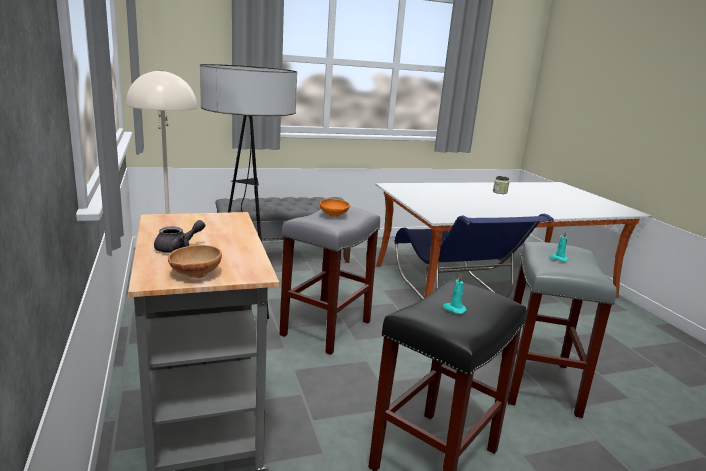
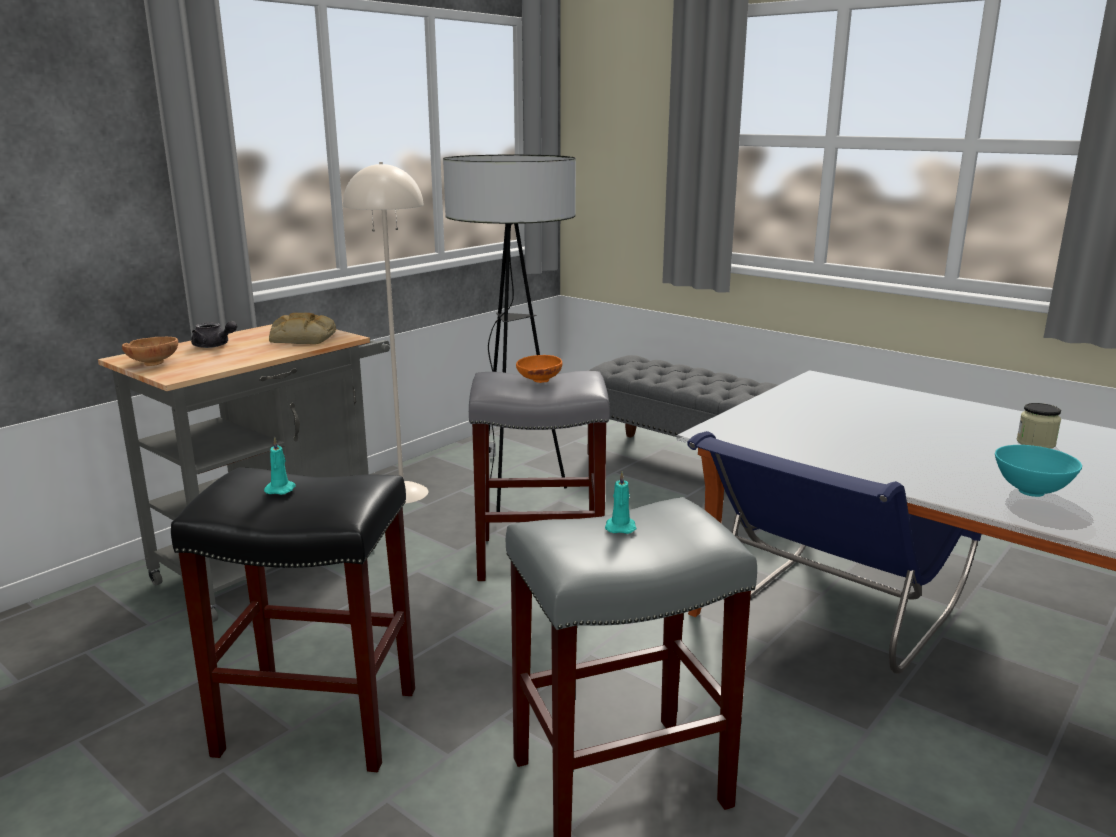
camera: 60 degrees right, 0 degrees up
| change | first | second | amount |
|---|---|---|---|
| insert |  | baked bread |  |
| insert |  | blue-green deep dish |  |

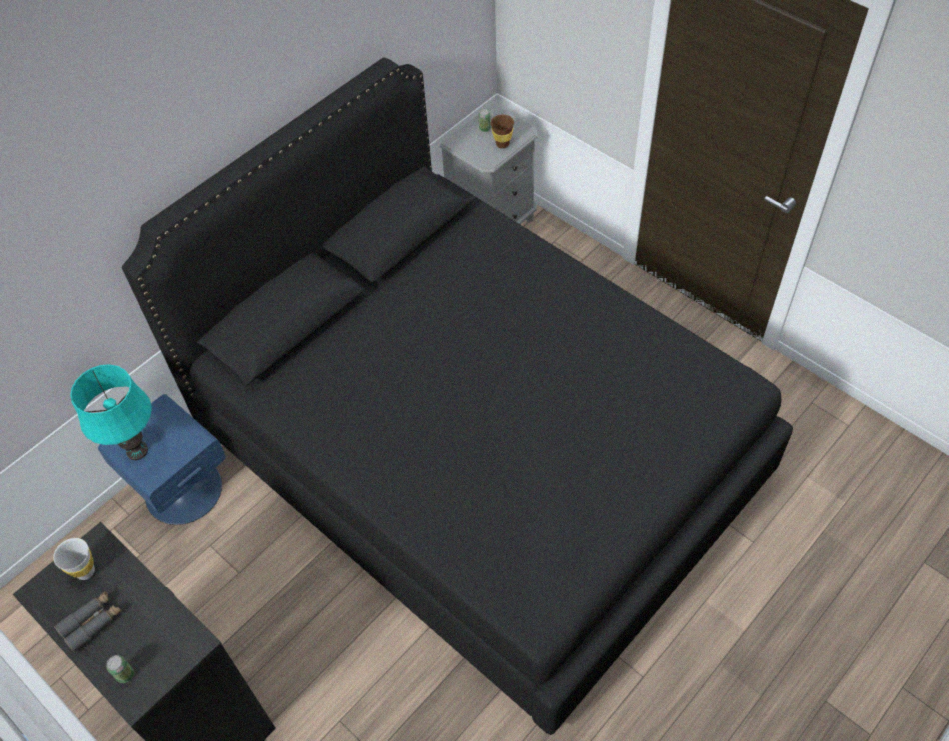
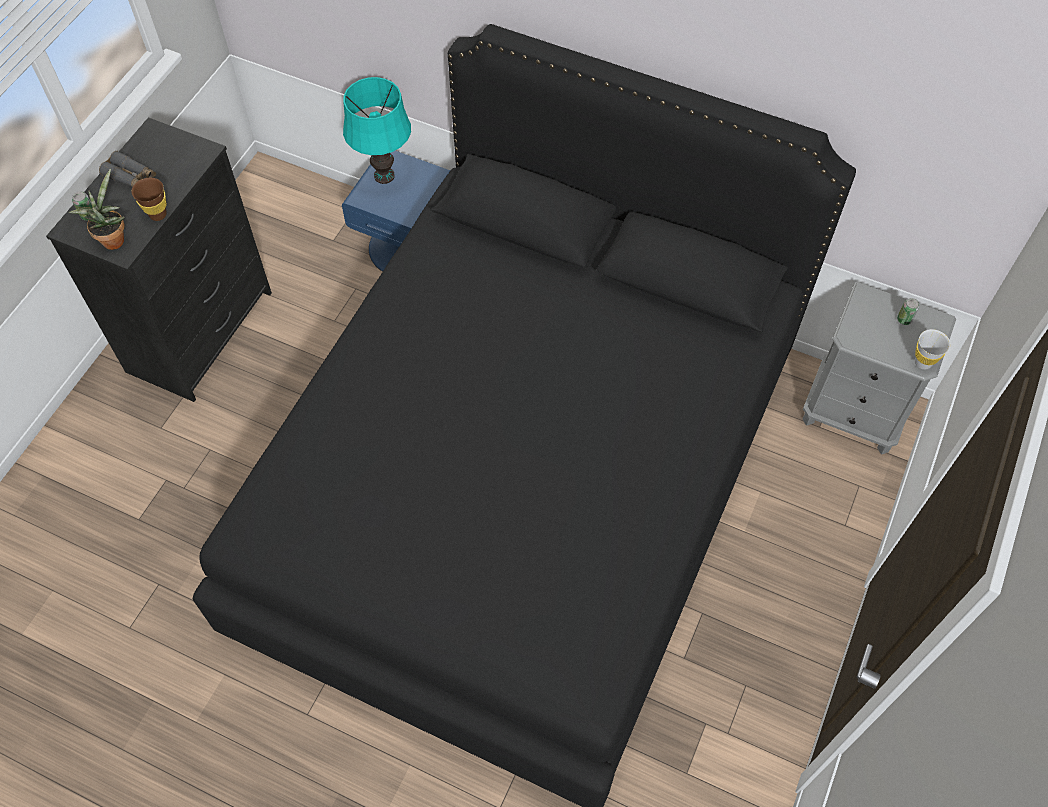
camera: 70 degrees right, 5 degrees up
| change | first | second | amount |
|---|---|---|---|
| insert |  | potted plant |  |
| move | brownish small cup |  |  |
| move | whitish small cup |  |  |

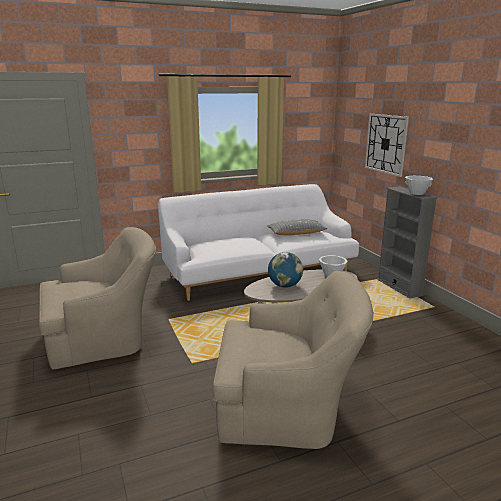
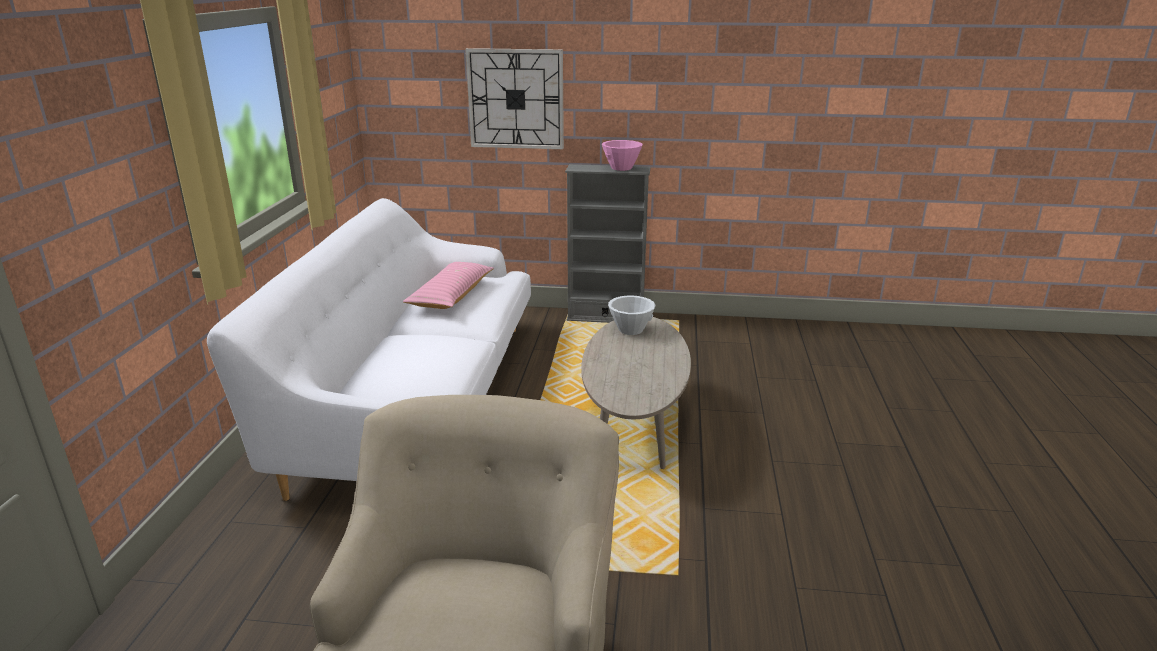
camera: 60 degrees left, 5 degrees up
| change | first | second | amount |
|---|---|---|---|
| recolor | greyish throw pillow | pink-coloured throw pillow |  |
| recolor | whitish deep dish (2nd from left) | pink-coloured deep dish |  |
| delete | beige lounge chair (2nd from left) |  |  |
| delete | desk globe |  |  |

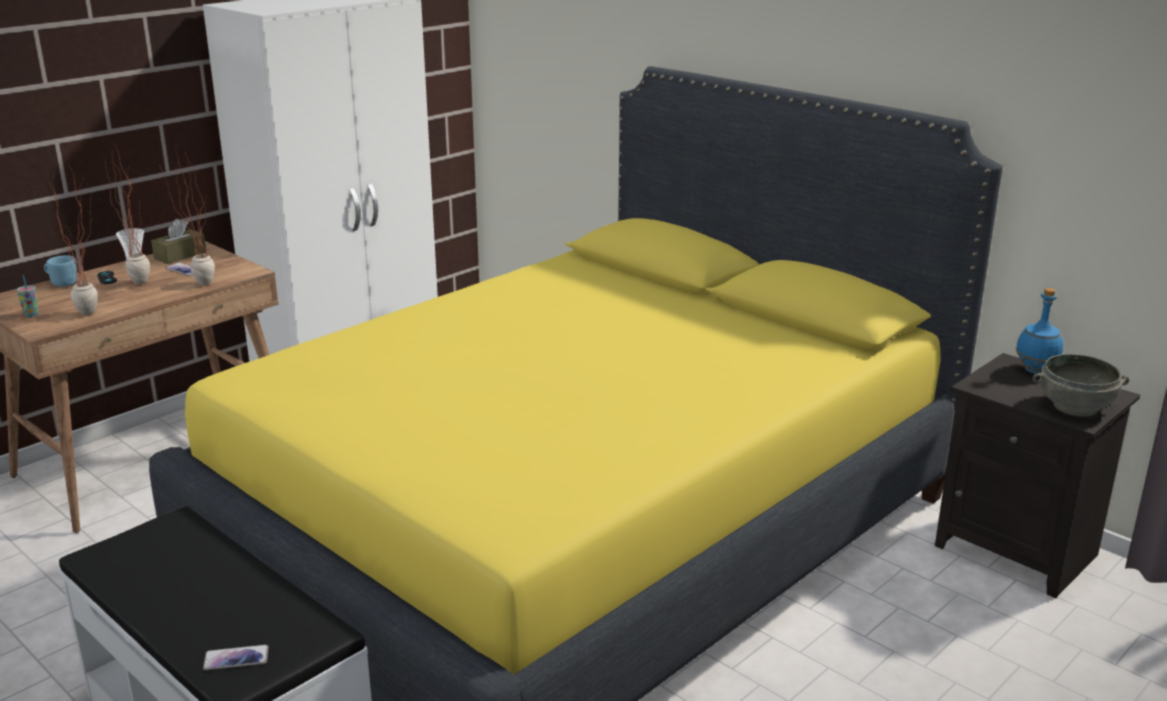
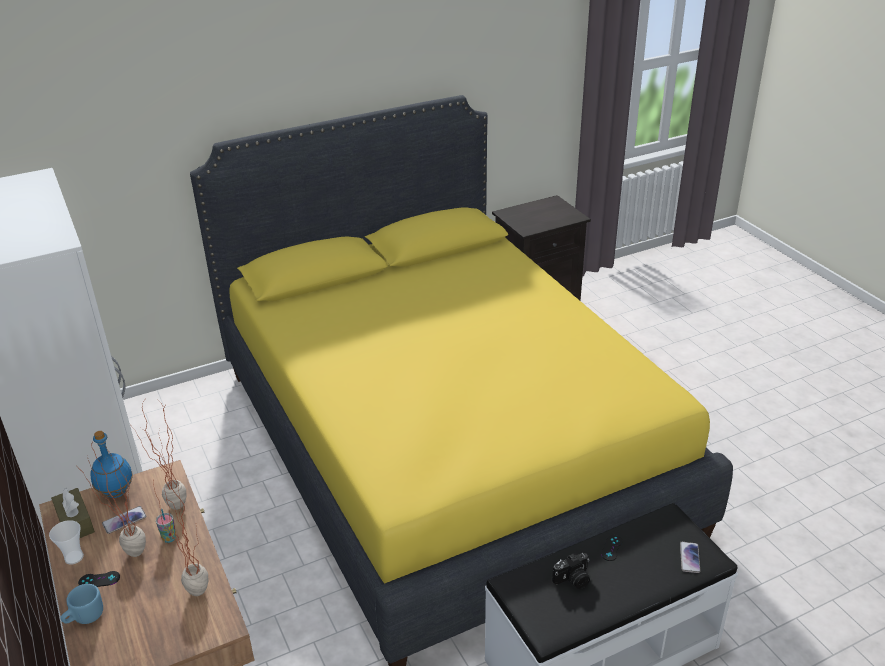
camera: 70 degrees left, 10 degrees up
| change | first | second | amount |
|---|---|---|---|
| move | blue drink bottle |  |  |
| move | small cup (1st from left in the first image) | small cup (2nd from left) |  |
| insert |  | still camera |  |
| insert |  | black-coloured joypad (2nd from left) |  |
| delete | greyish deep dish |  |  |

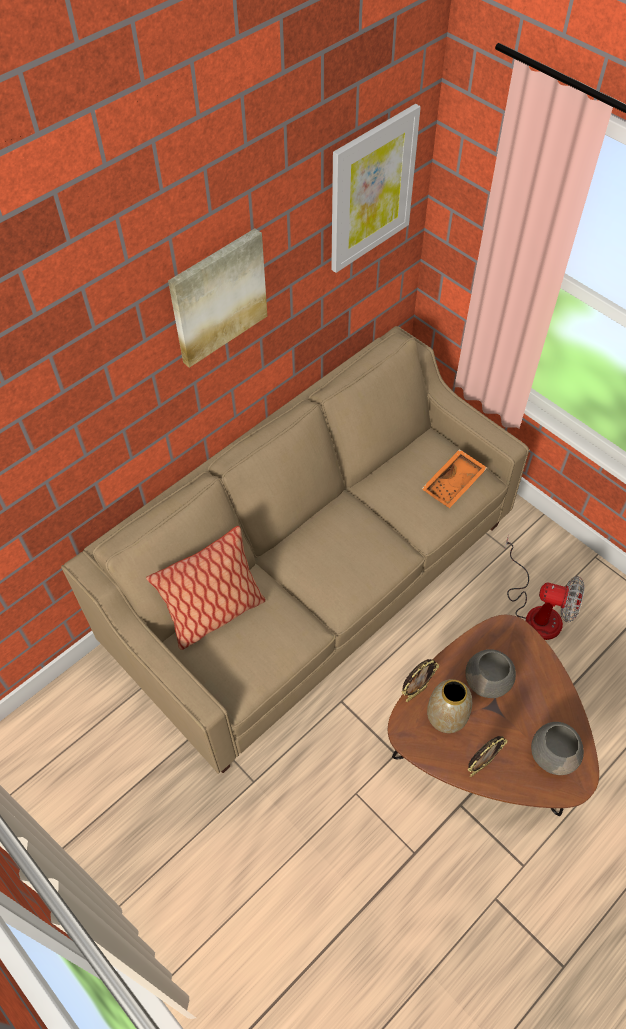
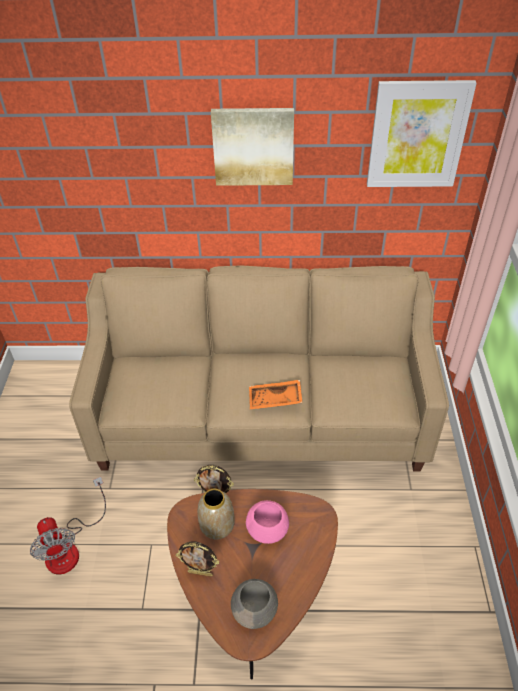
camera: 45 degrees right, 10 degrees down
| change | first | second | amount |
|---|---|---|---|
| move | electric fan |  |  |
| recolor | greyish deep dish (1st from left) | pink-coloured deep dish |  |
| move | orange tray |  |  |
| delete | throw pillow |  |  |

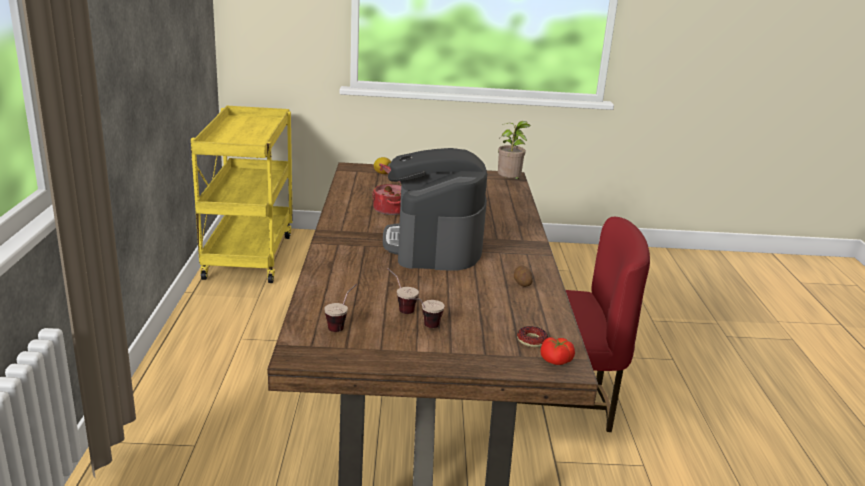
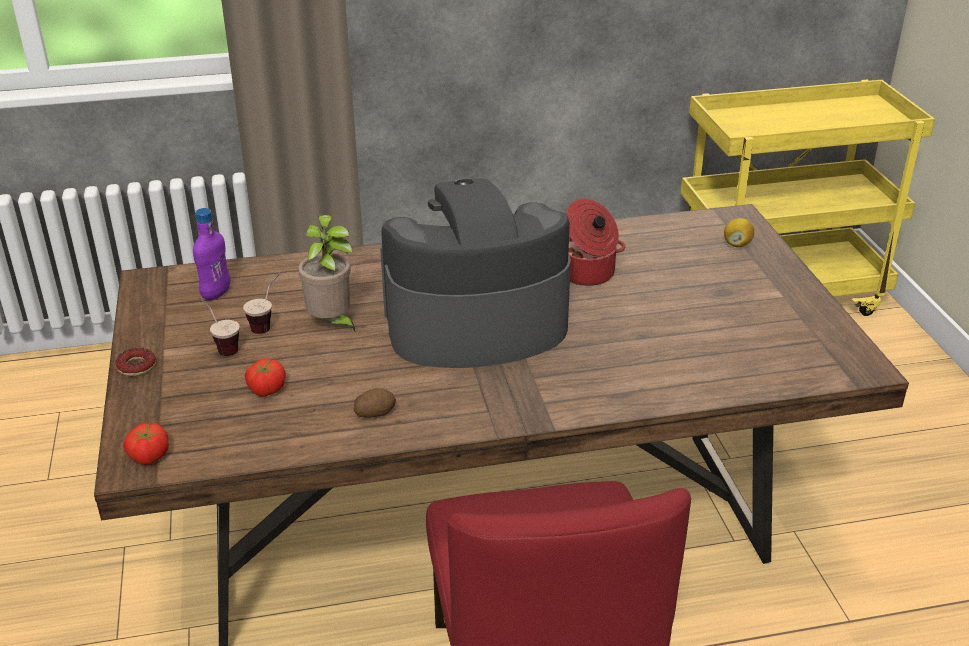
camera: 80 degrees right, 10 degrees up
| change | first | second | amount |
|---|---|---|---|
| move | doughnut |  |  |
| replace | small cup (1st from left) | purple-coloured drink bottle |  |
| insert |  | fresh tomato (2nd from left) |  |
| move | potted plant |  |  |

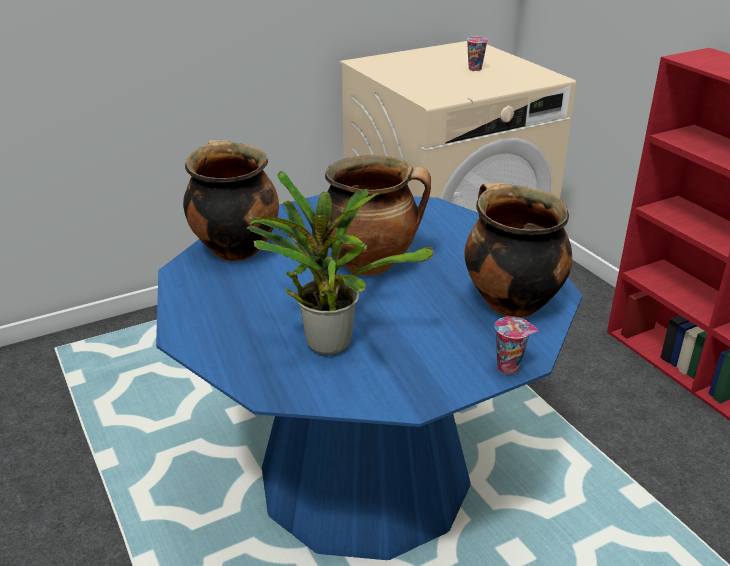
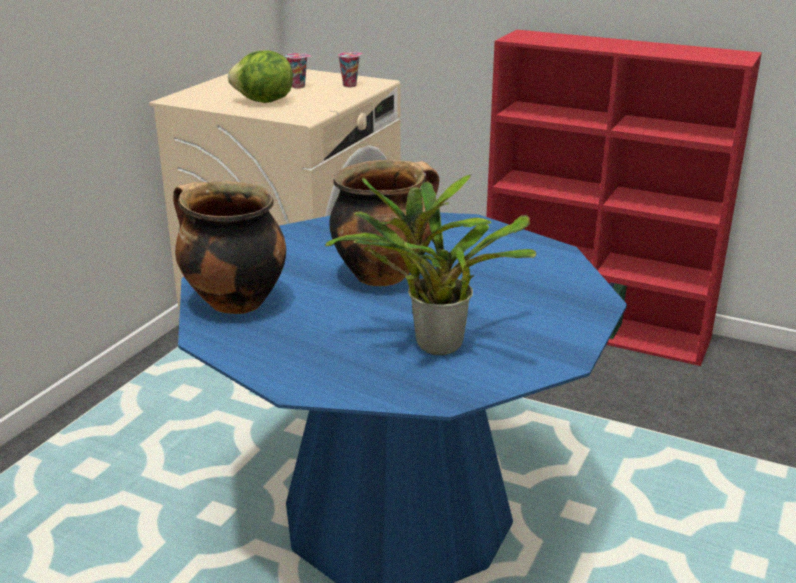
camera: 35 degrees left, 5 degrees down
| change | first | second | amount |
|---|---|---|---|
| insert |  | lettuce |  |
| move | small cup (2nd from left) |  |  |
| delete | stockpot (3rd from left) |  |  |

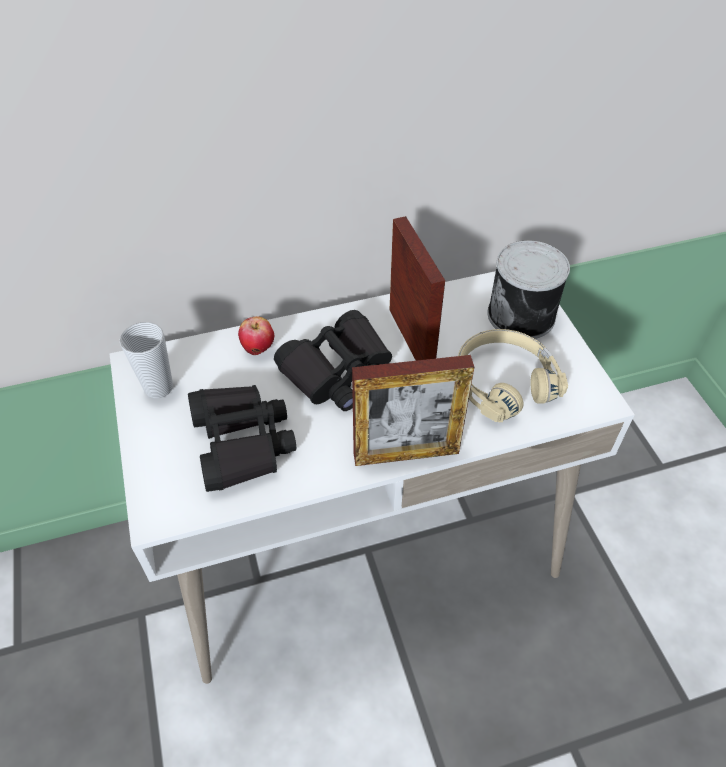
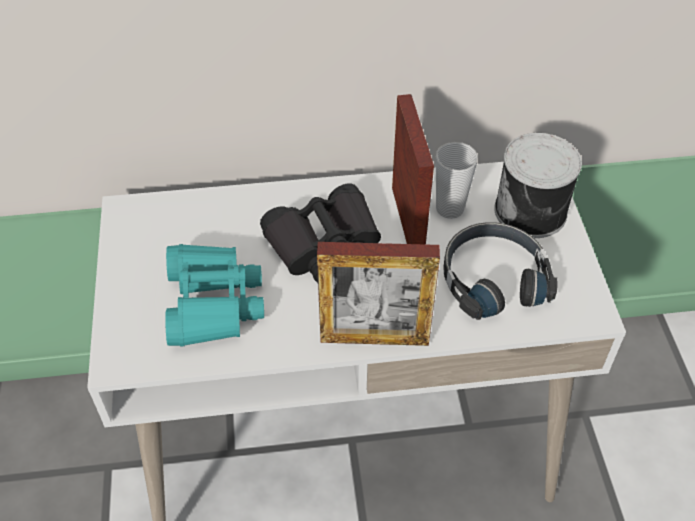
camera: 10 degrees right, 0 degrees up
| change | first | second | amount |
|---|---|---|---|
| recolor | black-coloured field glasses (1st from left) | blue-green field glasses |  |
| move | small cup |  |  |
| recolor | beige headset | black-coloured headset |  |
| delete | apple fruit |  |  |

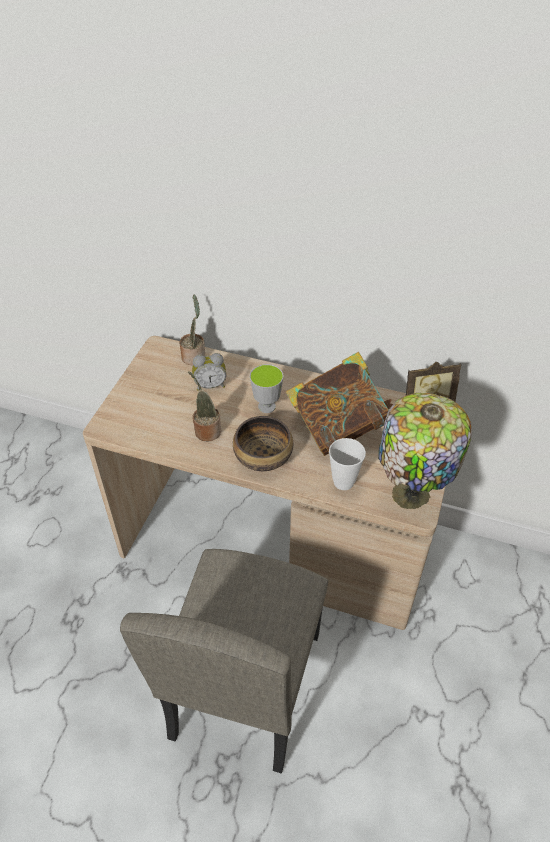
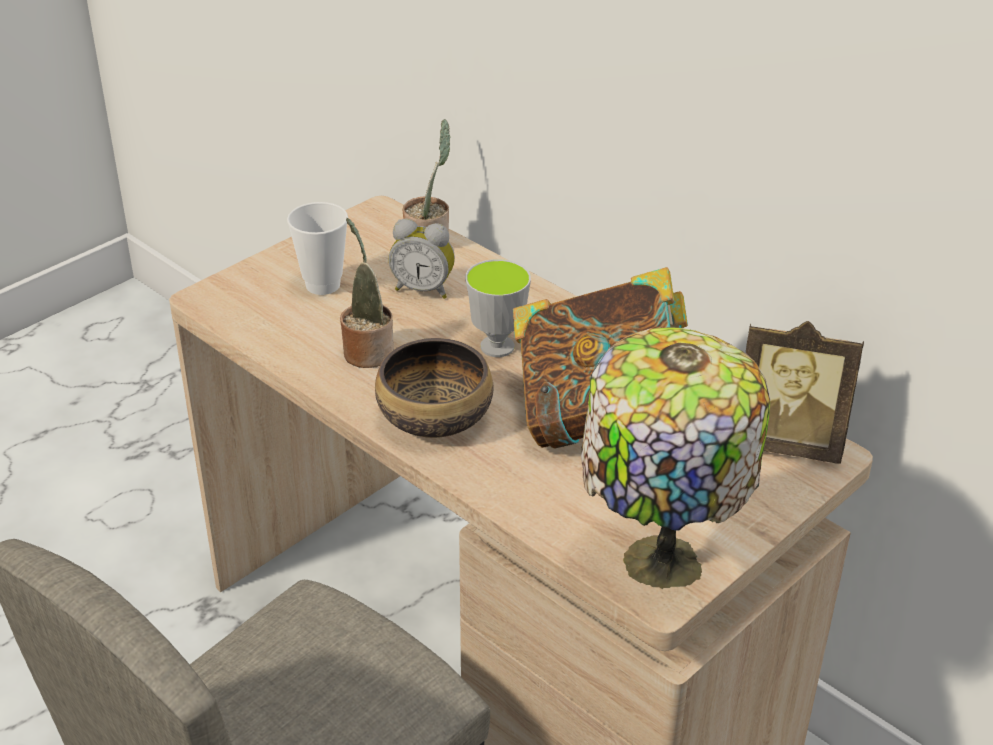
camera: 25 degrees right, 10 degrees down
| change | first | second | amount |
|---|---|---|---|
| move | small cup (2nd from left in the first image) | small cup (1st from left) |  |

